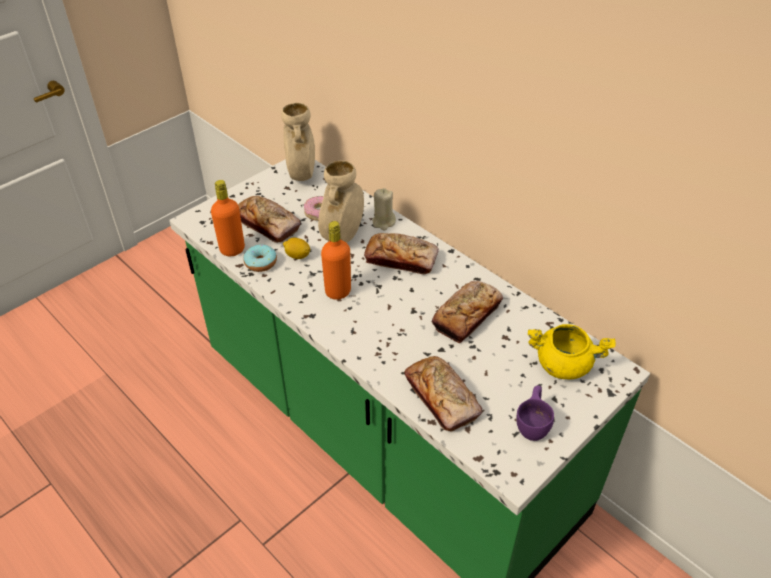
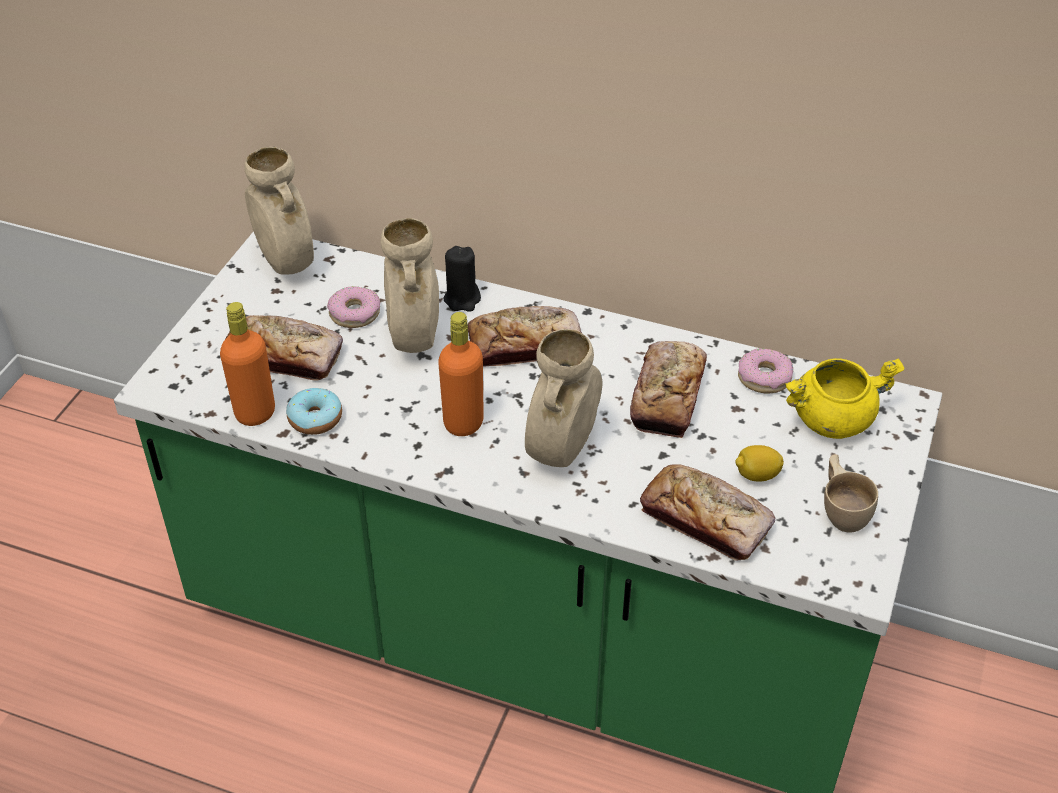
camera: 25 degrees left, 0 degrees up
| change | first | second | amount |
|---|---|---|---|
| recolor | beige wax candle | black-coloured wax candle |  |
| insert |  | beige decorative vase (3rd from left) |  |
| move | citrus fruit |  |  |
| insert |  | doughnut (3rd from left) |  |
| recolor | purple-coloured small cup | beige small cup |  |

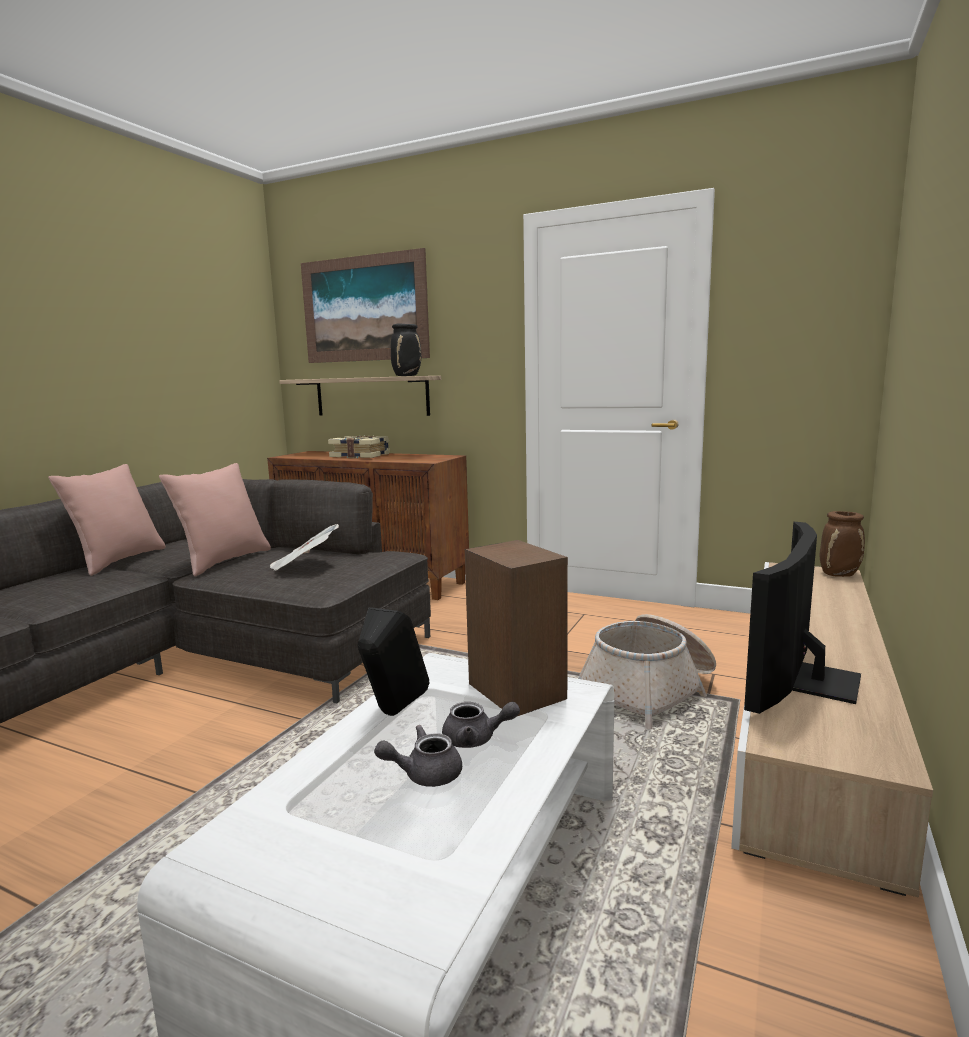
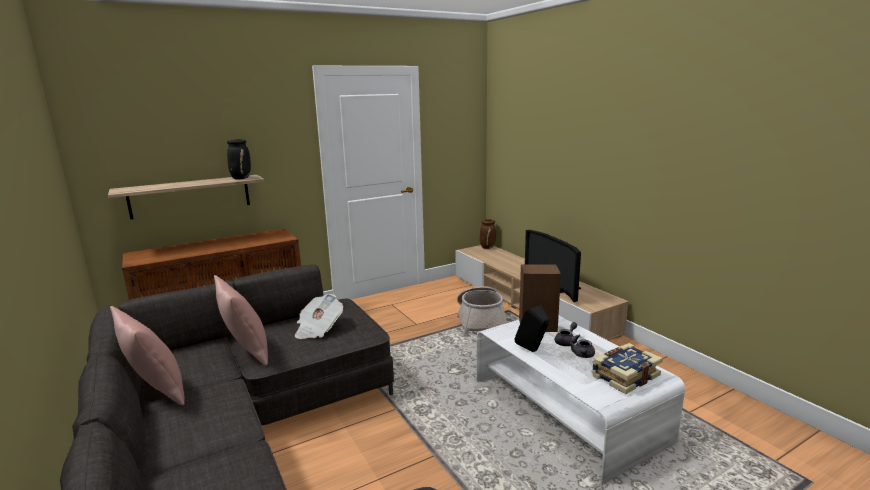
camera: 55 degrees left, 5 degrees up
| change | first | second | amount |
|---|---|---|---|
| move | volume |  |  |
| delete | picture |  |  |

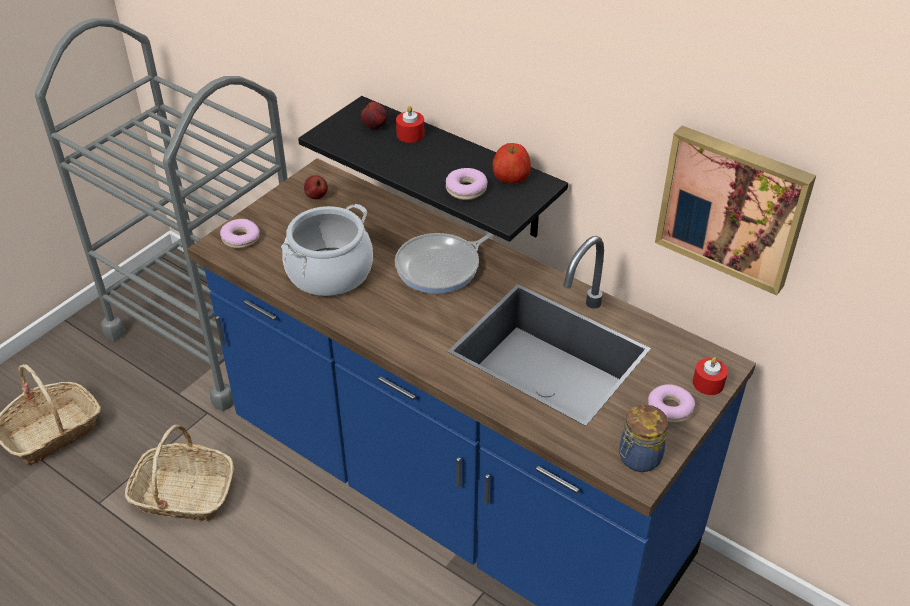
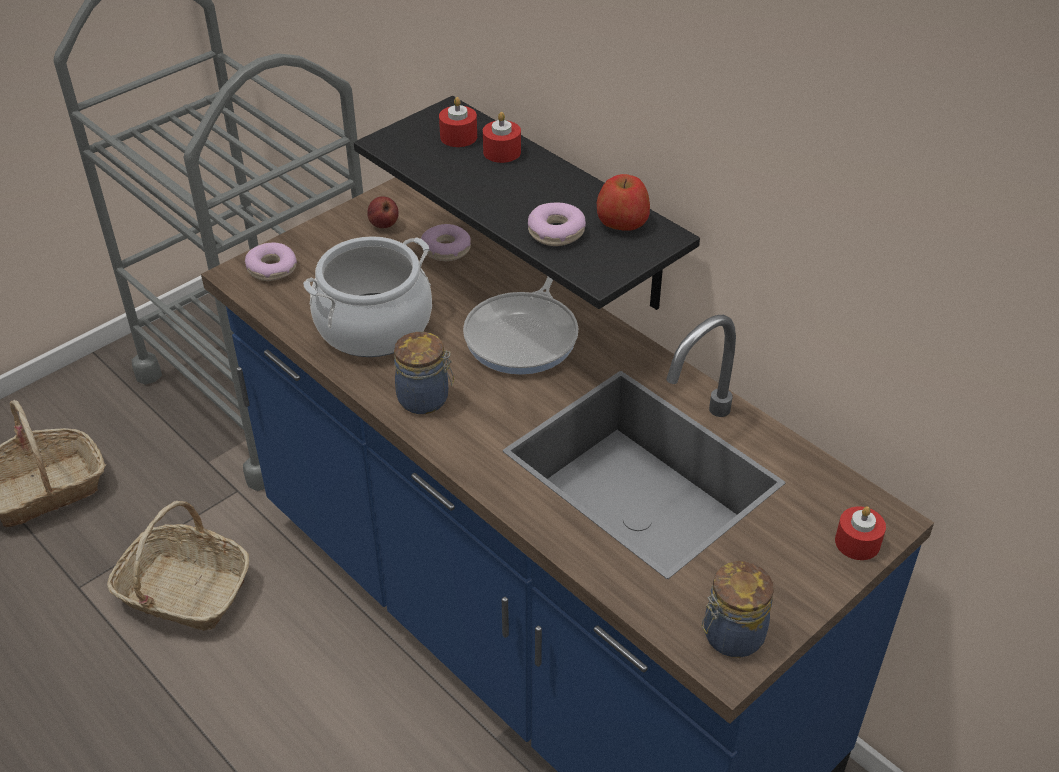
camera: 10 degrees right, 0 degrees up
| change | first | second | amount |
|---|---|---|---|
| insert |  | jar (1st from left) |  |
| move | doughnut (3rd from left in the first image) | doughnut (2nd from left) |  |
| replace | apple fruit (2nd from left) | red-coloured wax candle (1st from left) |  |
| rotate | frying pan |  | 45 degrees counterclockwise |
| delete | picture |  |  |

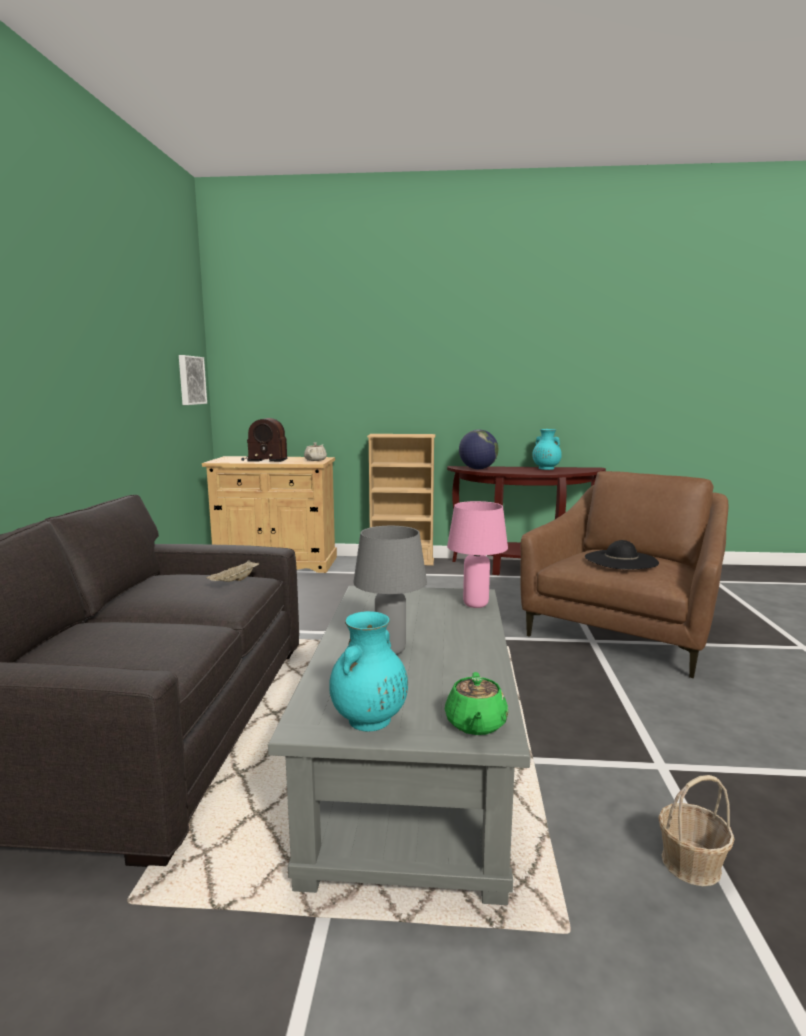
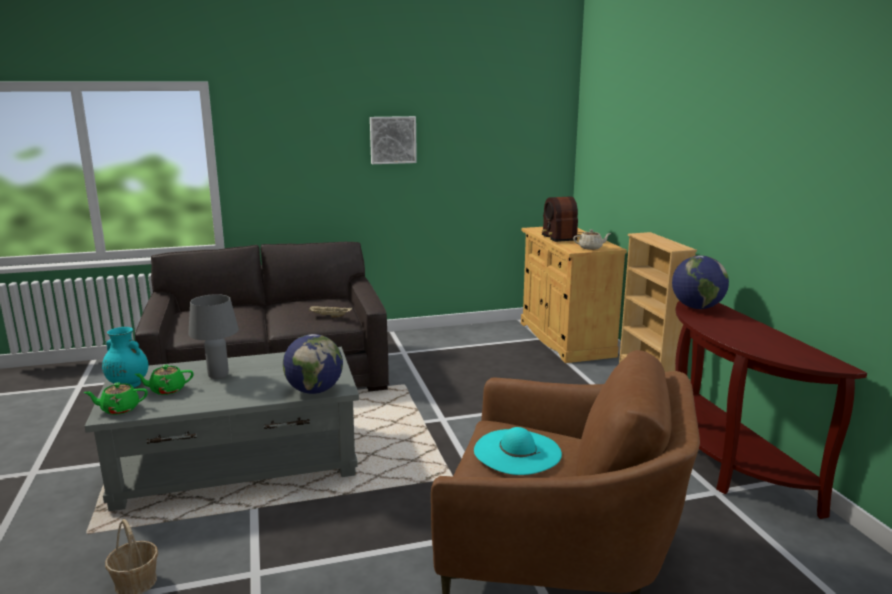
camera: 70 degrees right, 5 degrees up
| change | first | second | amount |
|---|---|---|---|
| insert |  | greenish pot for tea (2nd from left) |  |
| replace | pink-coloured lamp for a table | desk globe (1st from left) |  |
| move | picture |  |  |
| recolor | black-coloured hat | blue-green hat |  |
| delete | blue-green decorative vase (2nd from left) |  |  |

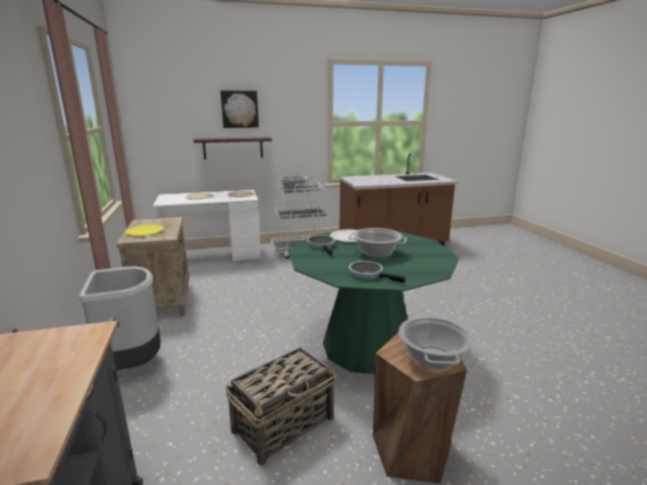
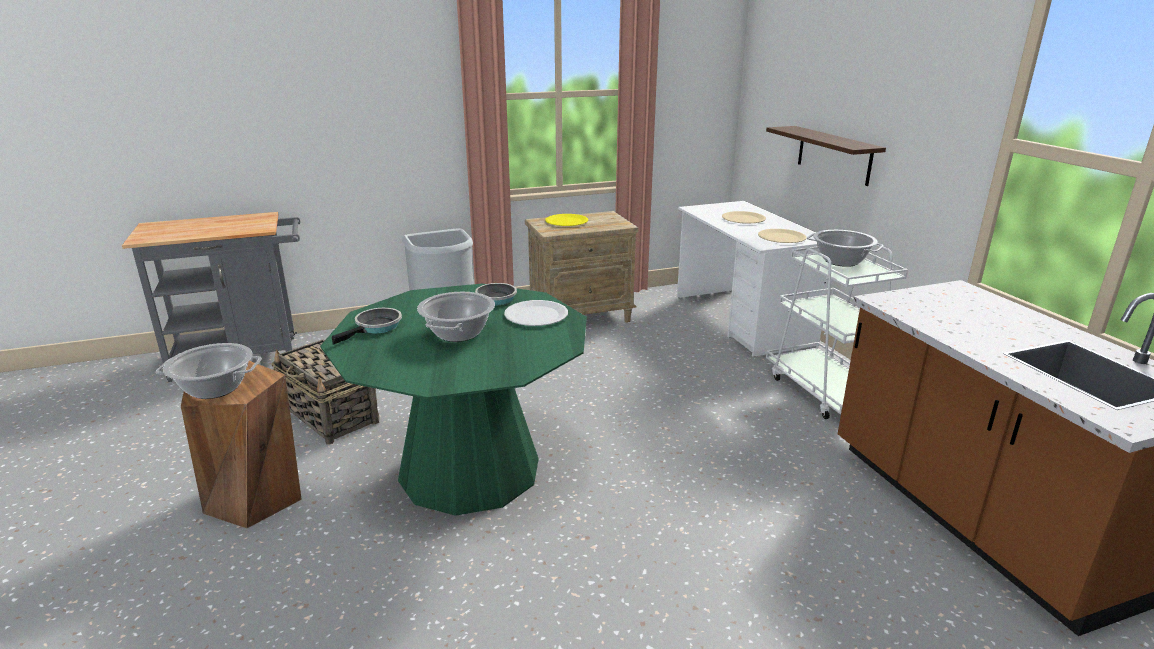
camera: 85 degrees right, 5 degrees up
| change | first | second | amount |
|---|---|---|---|
| delete | picture |  |  |

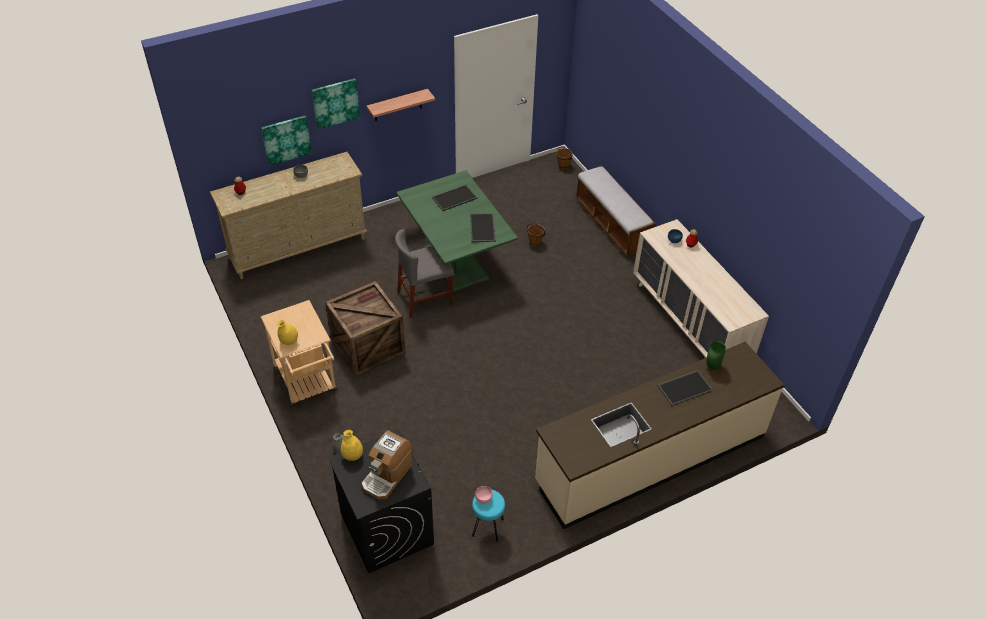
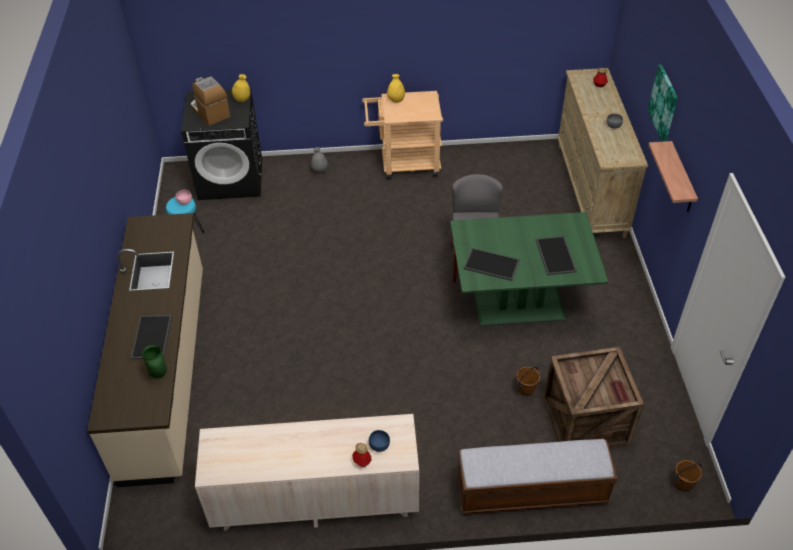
camera: 115 degrees right, 0 degrees up
| change | first | second | amount |
|---|---|---|---|
| move | crate |  |  |
| delete | picture (1st from left) |  |  |

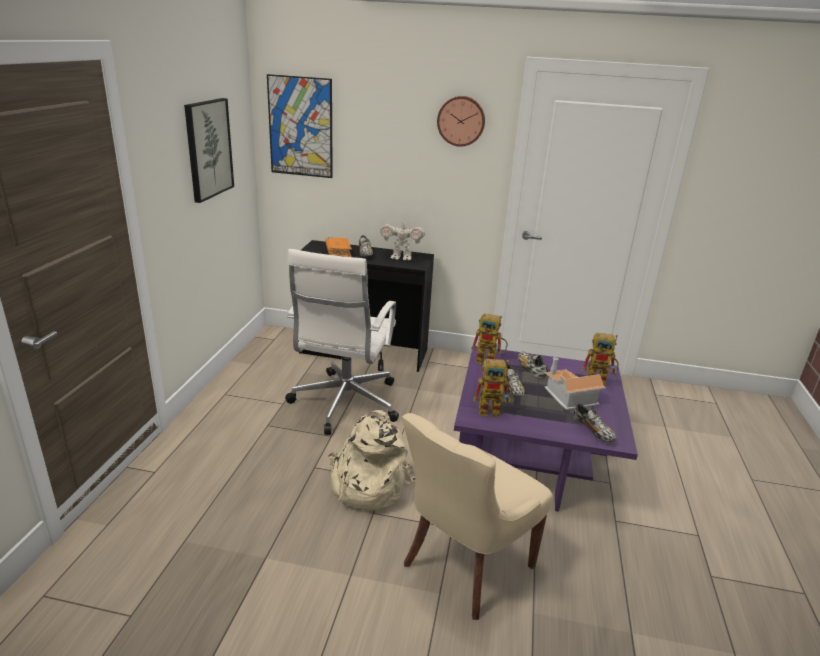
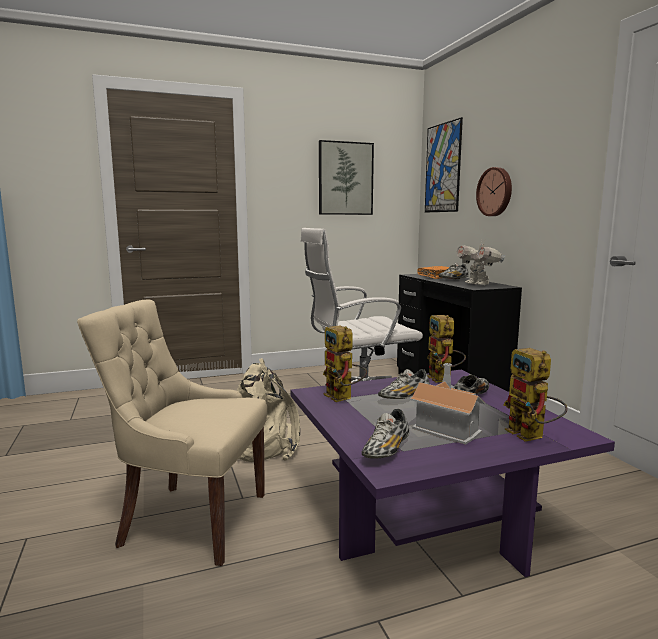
camera: 60 degrees right, 15 degrees down
| change | first | second | amount |
|---|---|---|---|
| move | hanging clock |  |  |

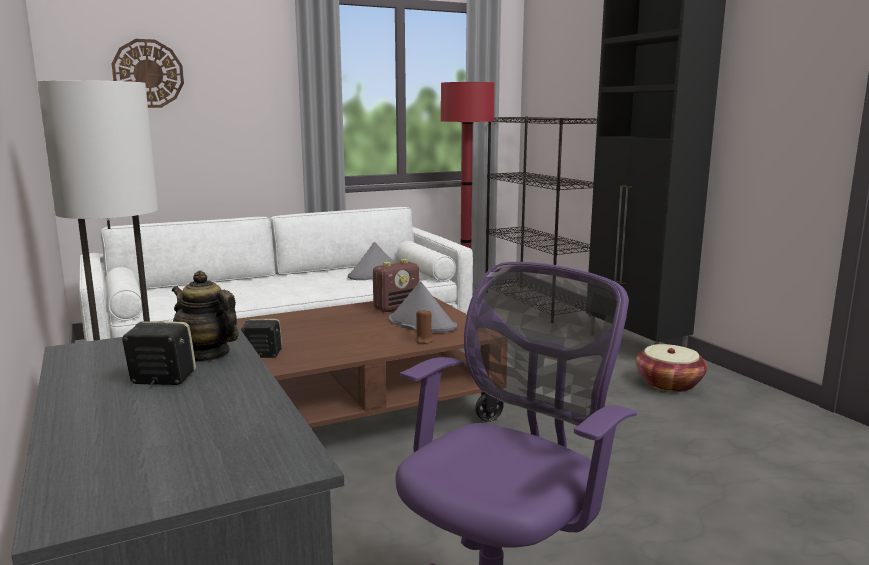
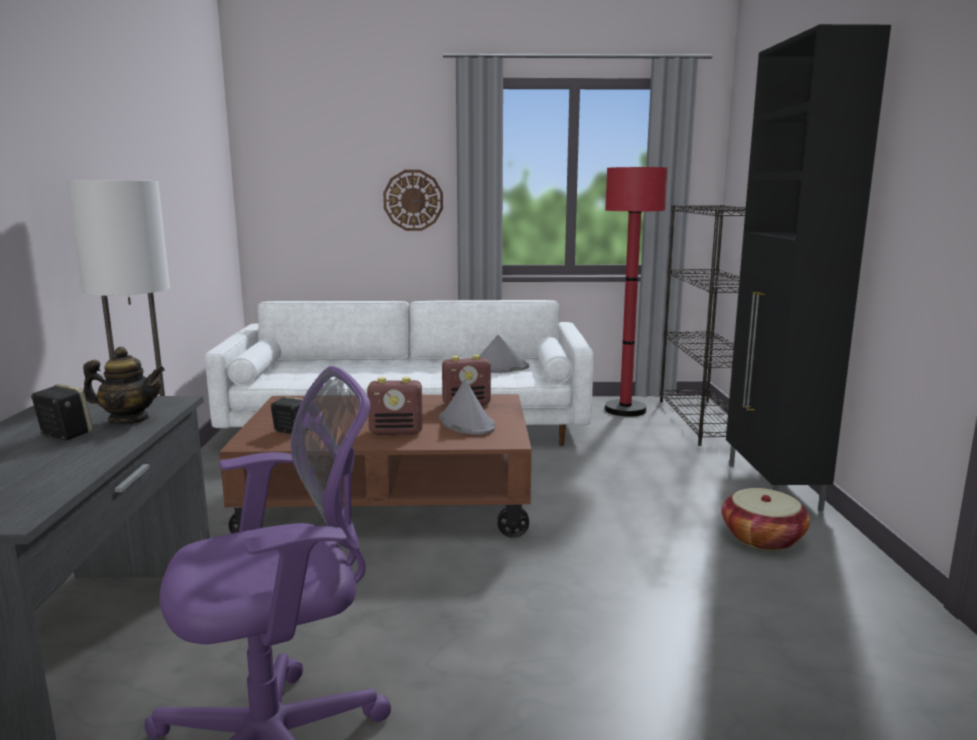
camera: 25 degrees right, 0 degrees up
| change | first | second | amount |
|---|---|---|---|
| rotate | pot for tea |  | 120 degrees clockwise |
| insert |  | radio set (1st from left) |  |
| move | hanging clock |  |  |
| delete | brownish wax candle |  |  |

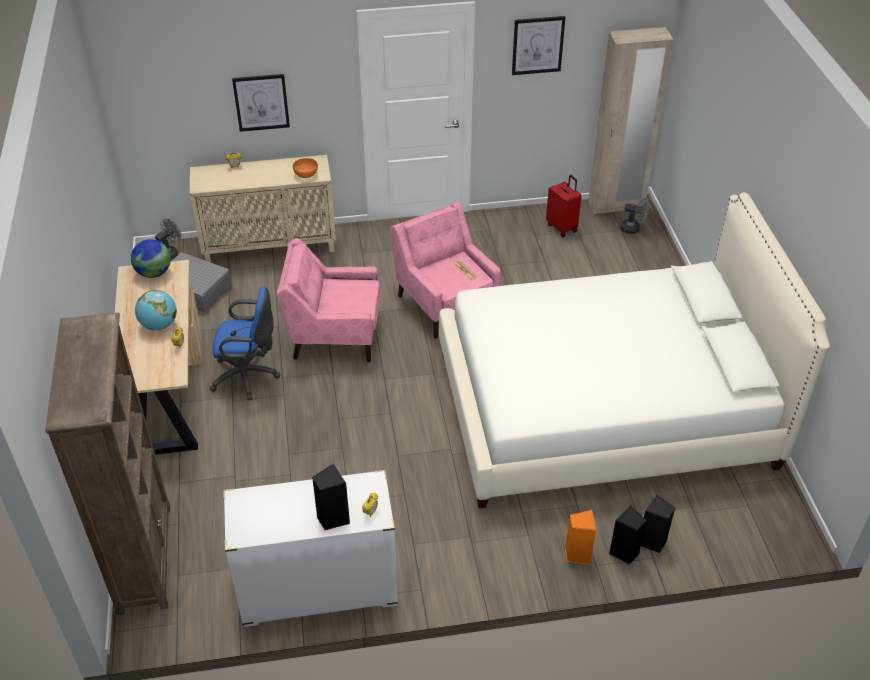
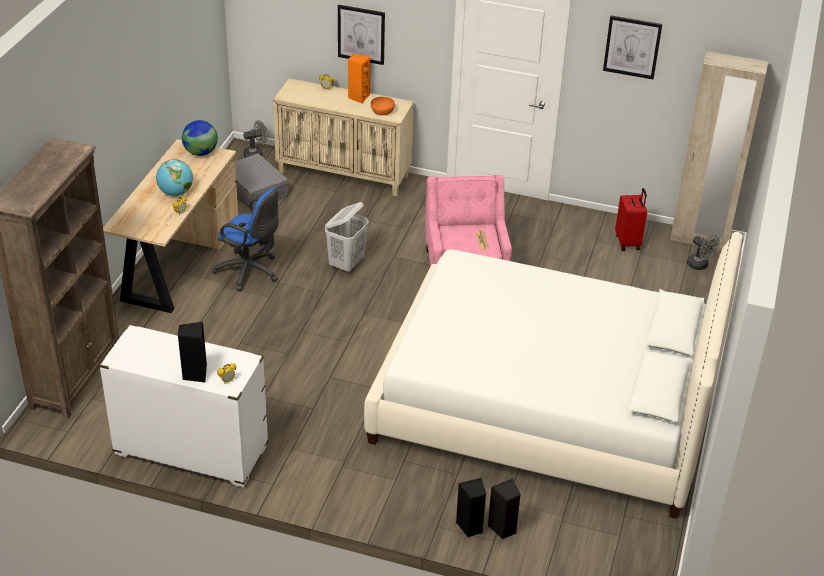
camera: 25 degrees right, 5 degrees down
| change | first | second | amount |
|---|---|---|---|
| replace | pink-coloured lounge chair (1st from left) | whitish laundry basket |  |
| move | orange speaker |  |  |

